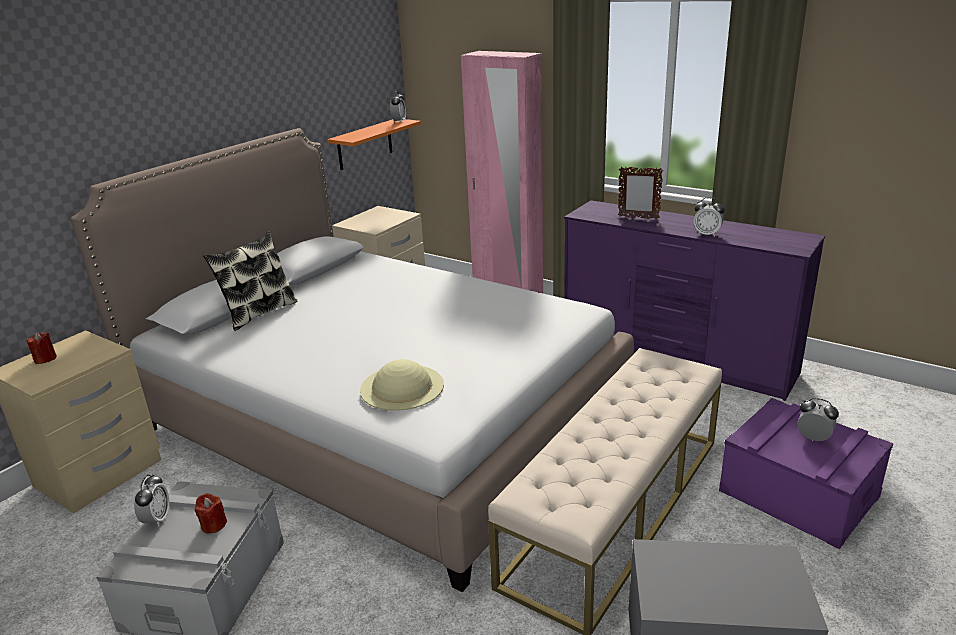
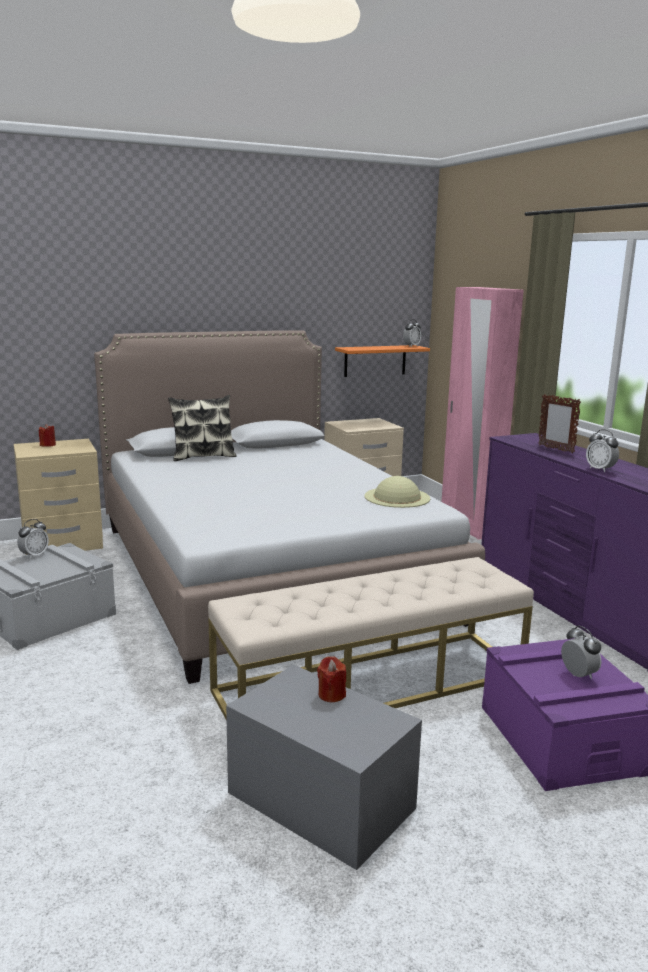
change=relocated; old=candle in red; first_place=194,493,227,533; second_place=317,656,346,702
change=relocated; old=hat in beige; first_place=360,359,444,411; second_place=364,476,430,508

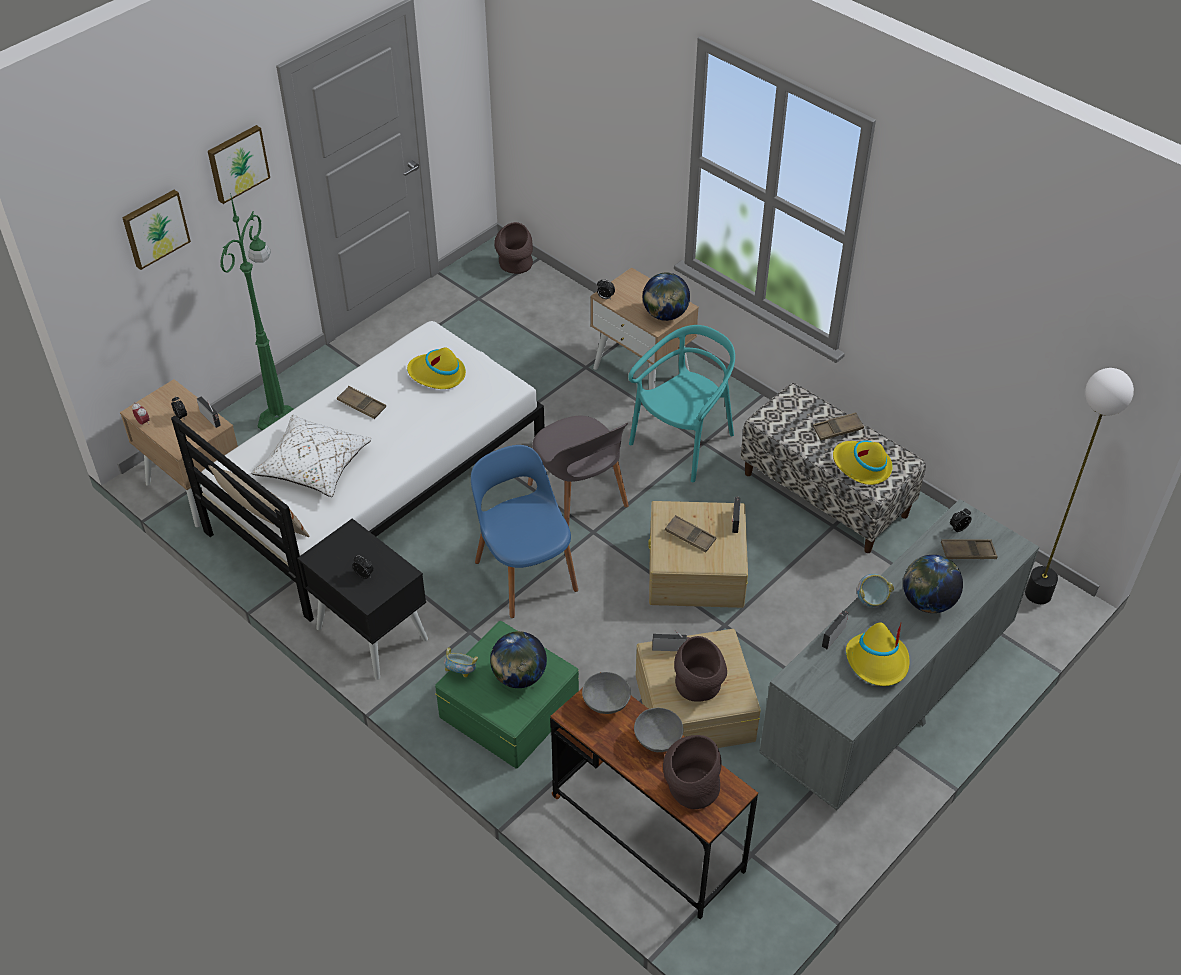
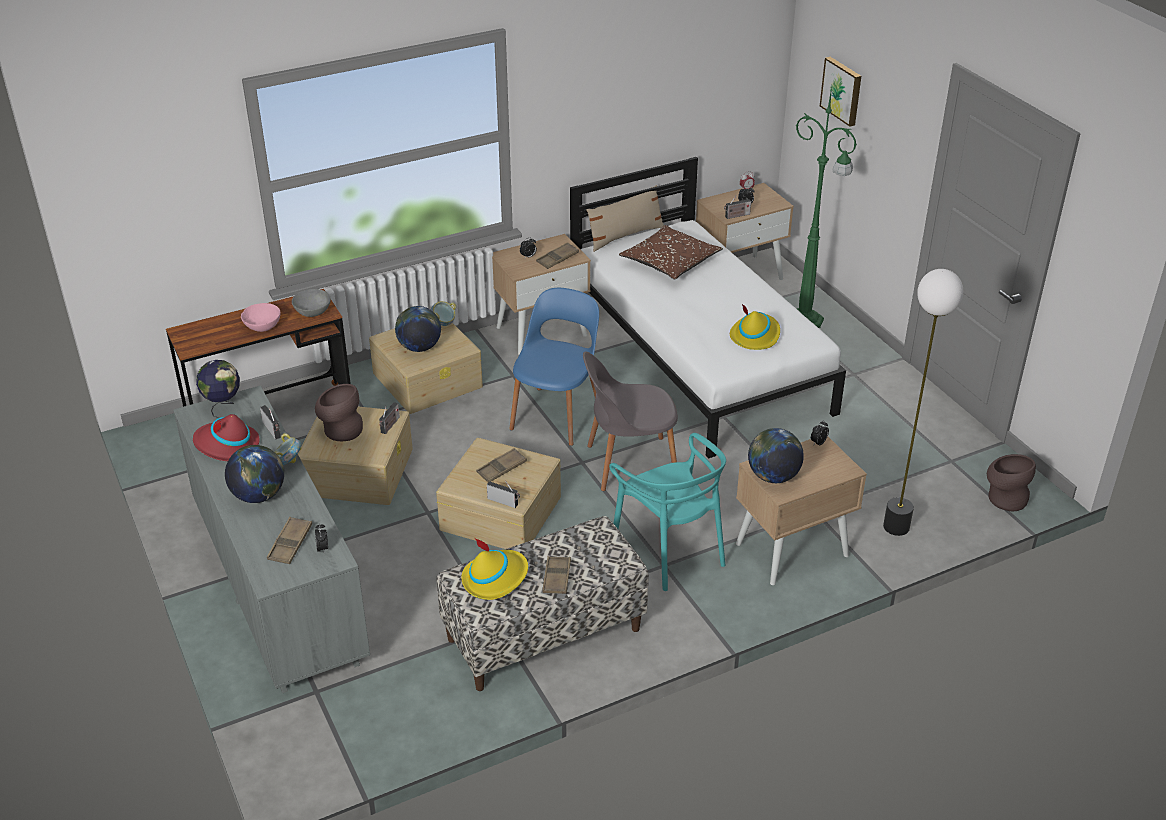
change=missing; old=wall picture; first_place=208,125,270,204
change=missing; old=flower vase in brown; first_place=663,735,722,809
change=appeared; new=world globe; second_place=196,360,240,418
change=relocated; old=tray in brown; first_place=337,386,386,419; second_place=536,242,579,269
change=relocated; old=floor lamp; first_place=1025,368,1134,604; second_place=883,269,963,536
change=colour; old=cushion in whitish; new=cushion in brown; first_place=251,415,372,497; second_place=619,225,723,279
change=colour; old=bedside table in black-coloured; new=bedside table in beige; first_place=297,518,428,680; second_place=492,234,591,355
change=colour; old=storage bin in green; new=storage bin in beige; first_place=435,621,579,769; second_place=369,323,483,414
change=colour; old=serving bowl in gray; new=serving bowl in pink-coloured; first_place=634,708,683,752; second_place=241,303,280,332
change=colour; old=hat in yellow-coloured; new=hat in red; first_place=846,622,910,686; second_place=193,414,260,461
change=spun; old=upright chair in blue; first_place=471,445,578,618; second_place=509,288,599,446; degrees=-60

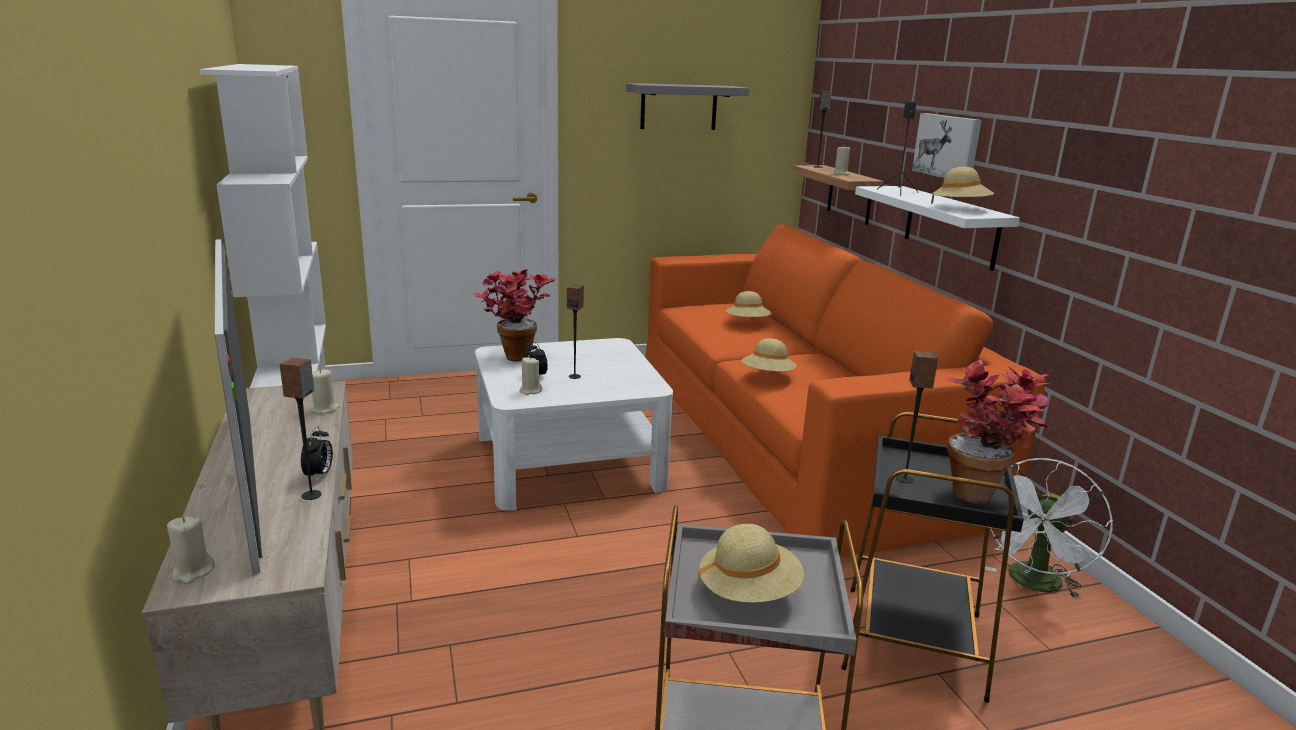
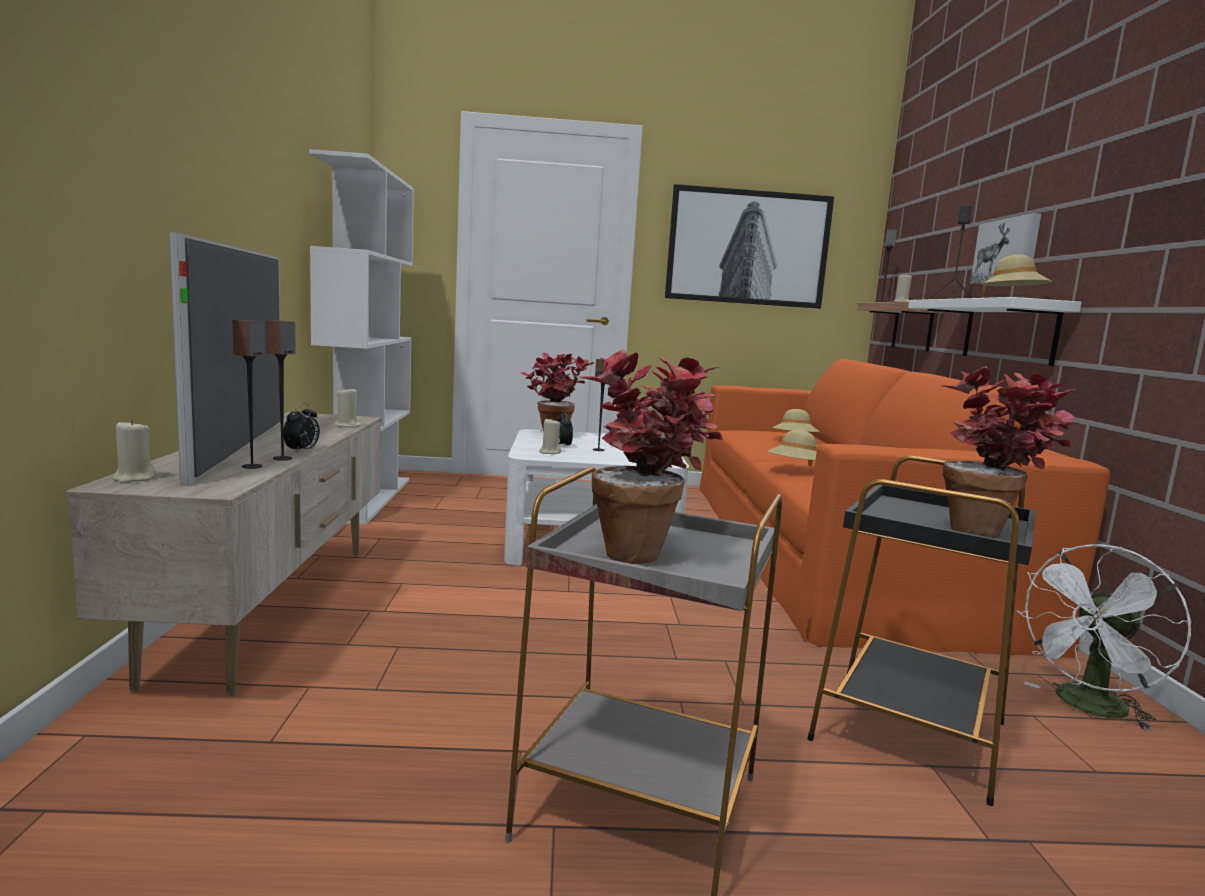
change=relocated; old=audio speaker; first_place=896,351,938,483; second_place=233,320,265,469
change=exchanged; old=bracket shelf in gray; new=wall picture; first_place=626,83,749,130; second_place=665,184,834,309
change=exchanged; old=hat in beige; new=plant in a pot; first_place=697,524,804,603; second_place=579,349,723,564

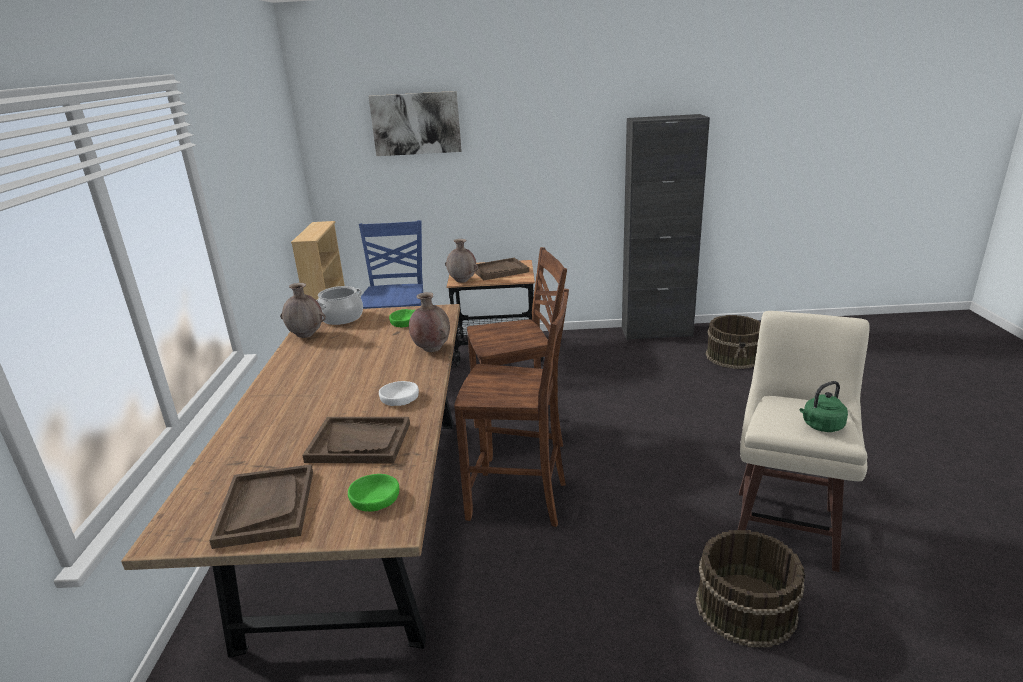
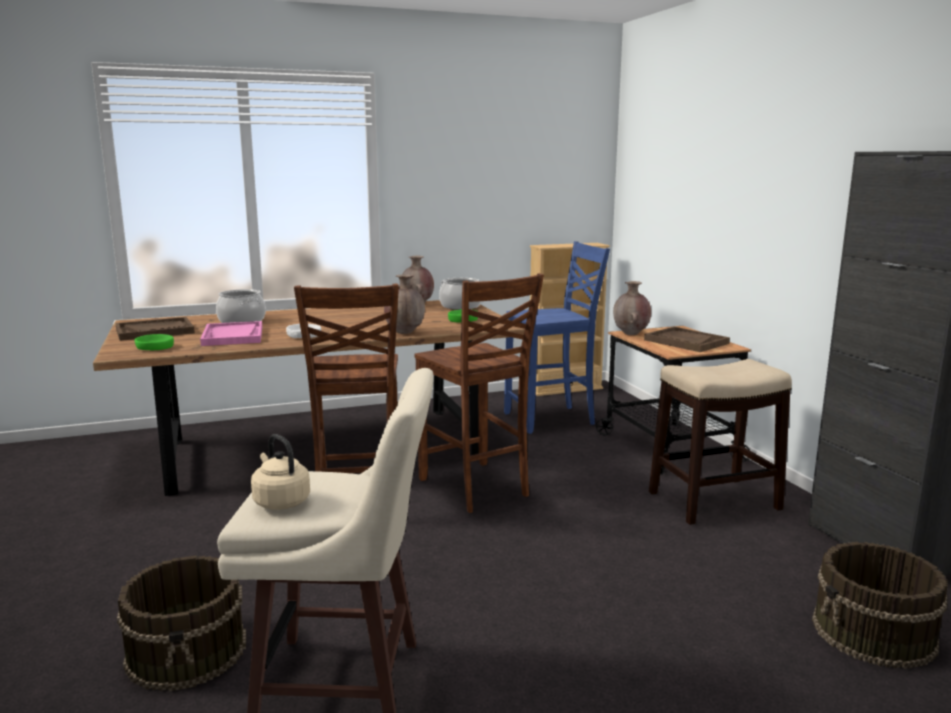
change=missing; old=wall picture; first_place=368,91,462,156
change=appeared; new=saucepot; second_place=216,289,266,323
change=appeared; new=stool; second_place=649,359,792,525
change=colour; old=tray in brown; new=tray in pink-coloured; first_place=302,417,410,464; second_place=200,321,262,346
change=colour; old=water kettle in green; new=water kettle in beige; first_place=800,381,848,432; second_place=251,434,310,510

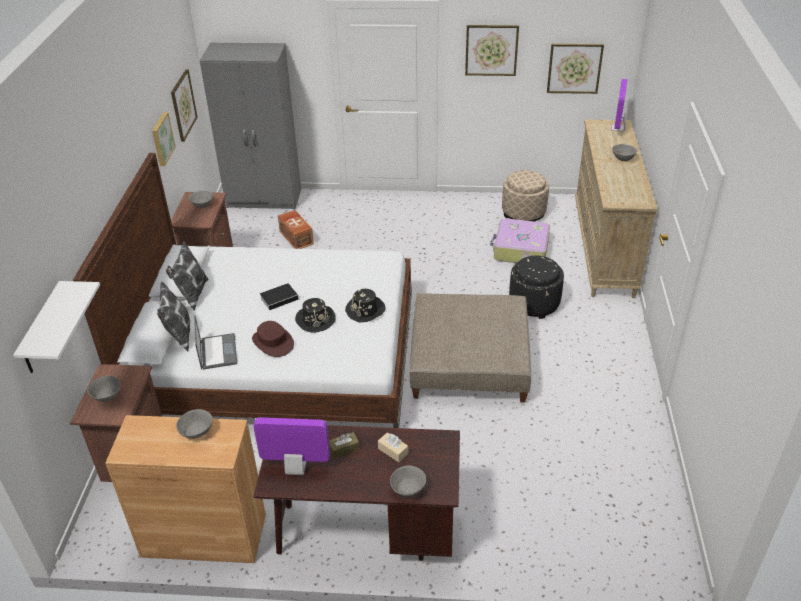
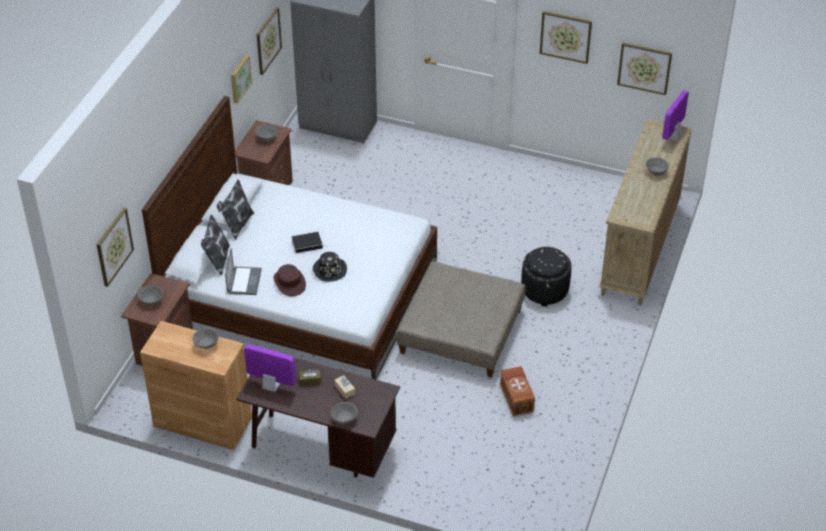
change=missing; old=hat in black-coloured; first_place=345,289,386,322
change=missing; old=suitcase; first_place=490,218,550,263
change=missing; old=pouffe in beige; first_place=502,170,549,222
change=relocated; old=storage bin in brown; first_place=278,210,314,249; second_place=500,366,535,417
change=exchanged; old=bracket shelf in whitish; new=wall picture; first_place=13,281,100,373; second_place=97,208,134,287

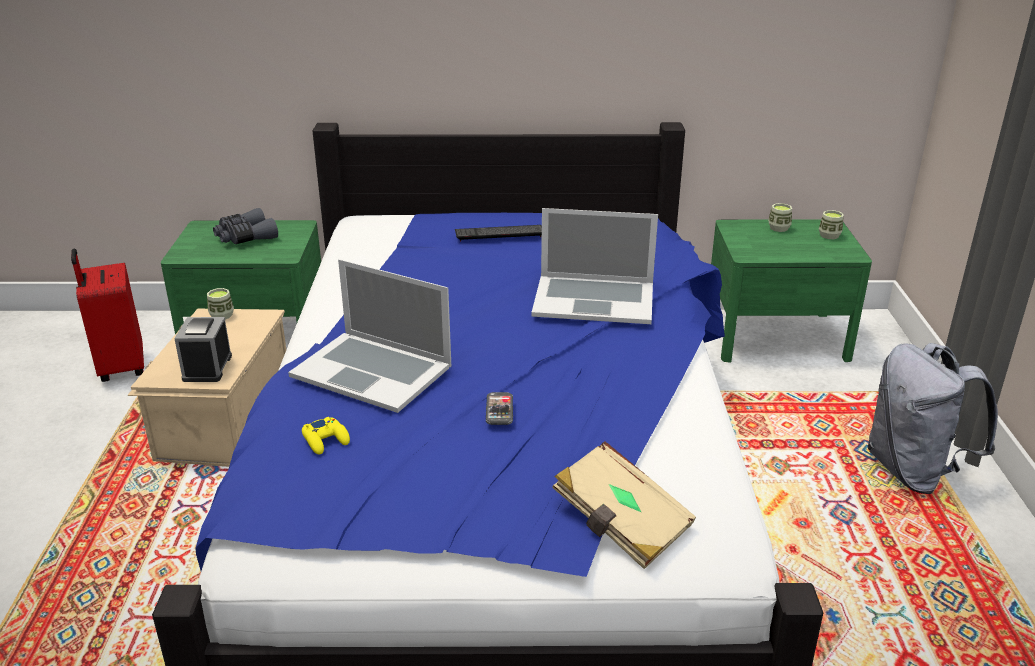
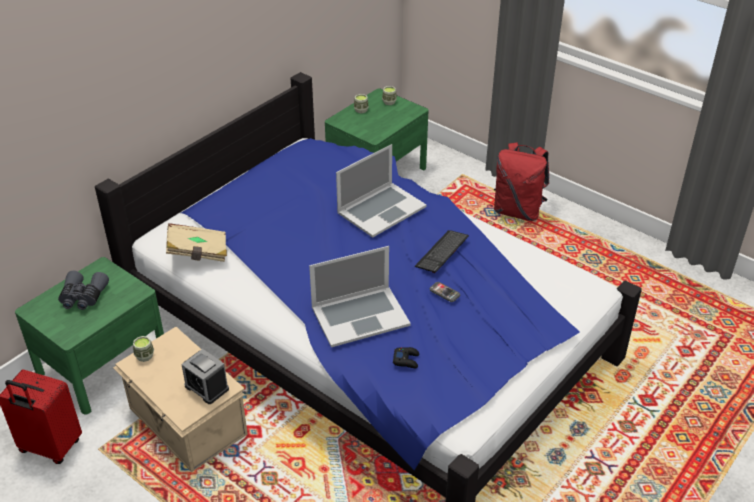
change=relocated; old=computer keyboard; first_place=455,225,542,241; second_place=414,230,469,273
change=relocated; old=book in beige; first_place=552,441,696,569; second_place=166,223,227,262
change=colour; old=gamepad in yellow-coloured; new=gamepad in black-coloured; first_place=302,417,350,455; second_place=393,347,419,368
change=colour; old=rucksack in gray; new=rucksack in red; first_place=868,343,998,494; second_place=494,143,549,221

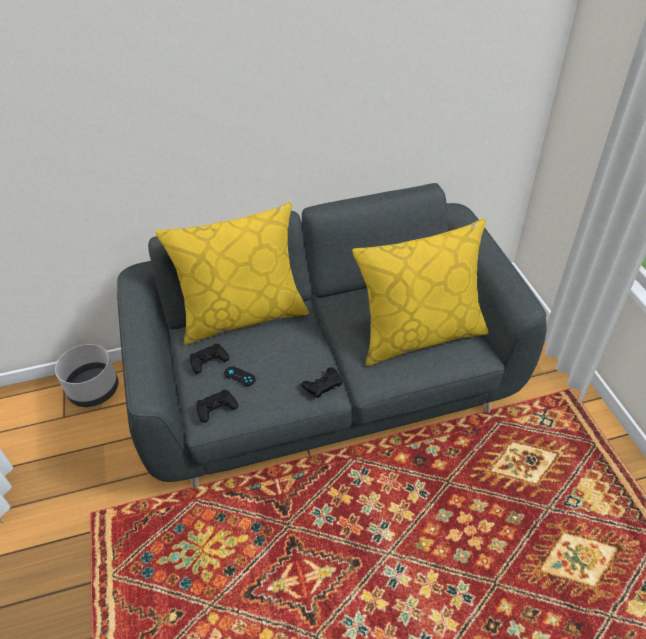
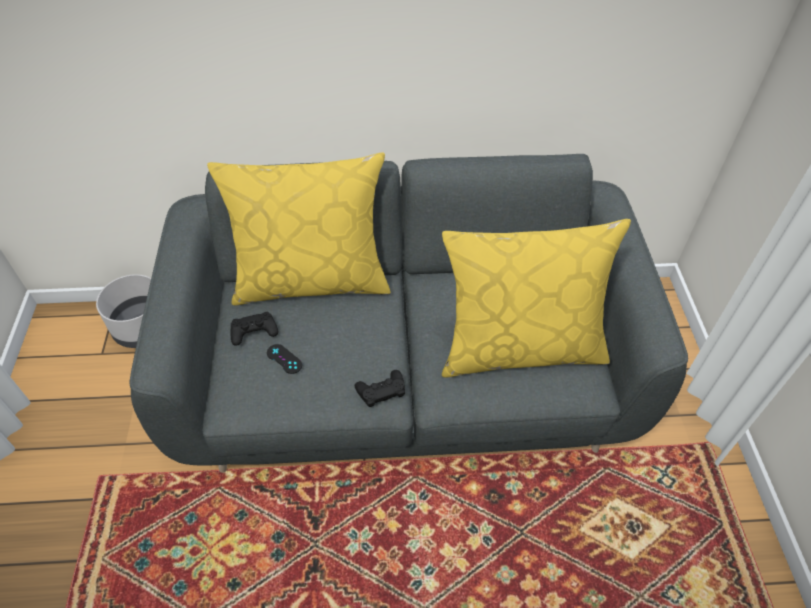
change=missing; old=gamepad in black-coloured; first_place=196,389,238,423

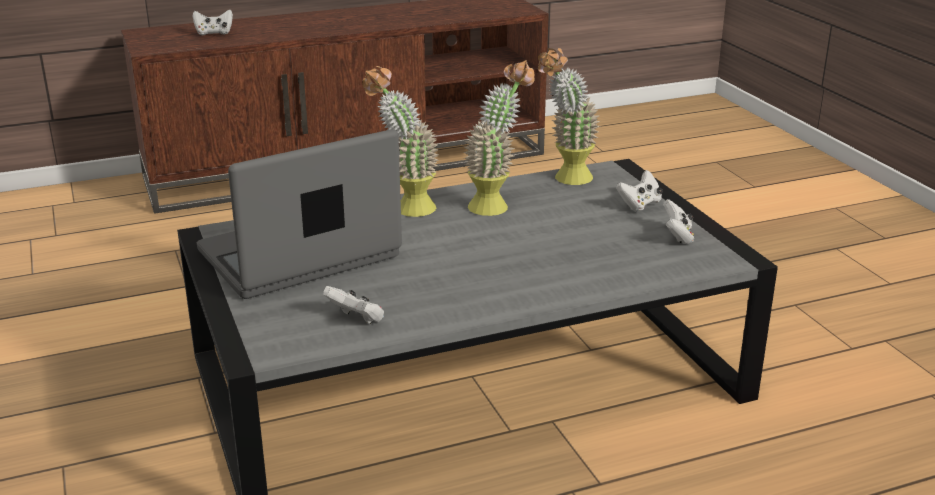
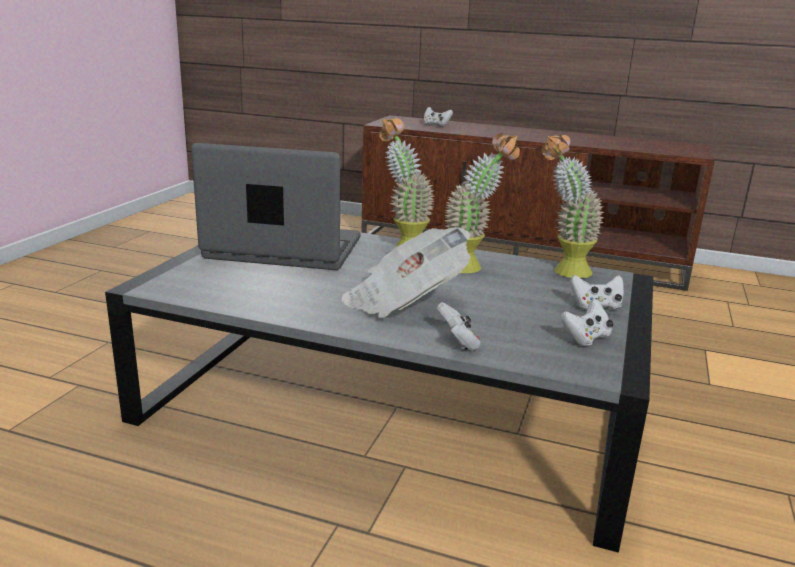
change=appeared; new=newspaper; second_place=341,227,471,318
change=relocated; old=gamepad in whitish; first_place=323,286,384,324; second_place=437,302,481,351

